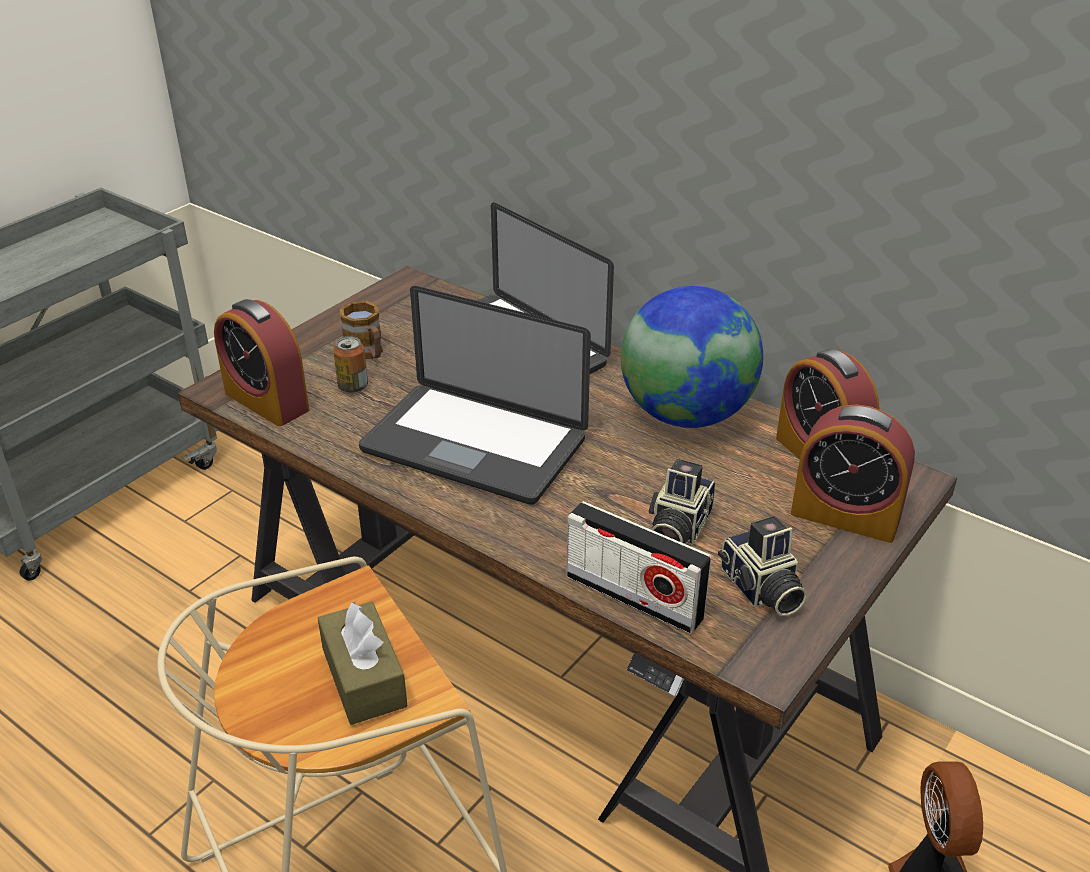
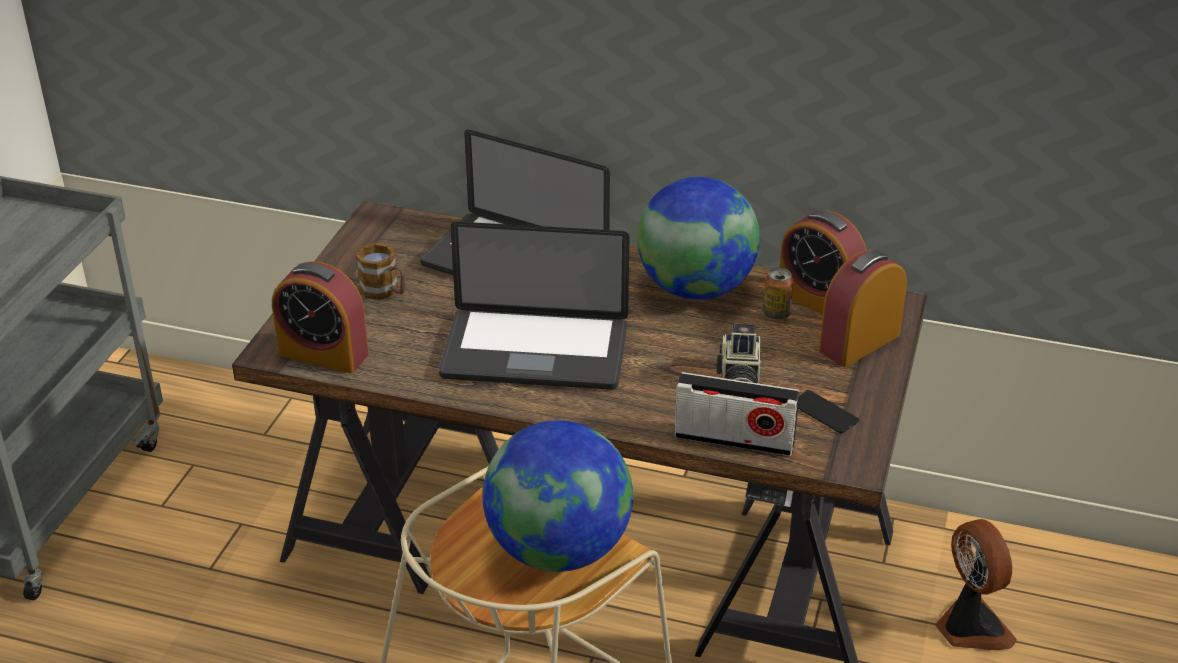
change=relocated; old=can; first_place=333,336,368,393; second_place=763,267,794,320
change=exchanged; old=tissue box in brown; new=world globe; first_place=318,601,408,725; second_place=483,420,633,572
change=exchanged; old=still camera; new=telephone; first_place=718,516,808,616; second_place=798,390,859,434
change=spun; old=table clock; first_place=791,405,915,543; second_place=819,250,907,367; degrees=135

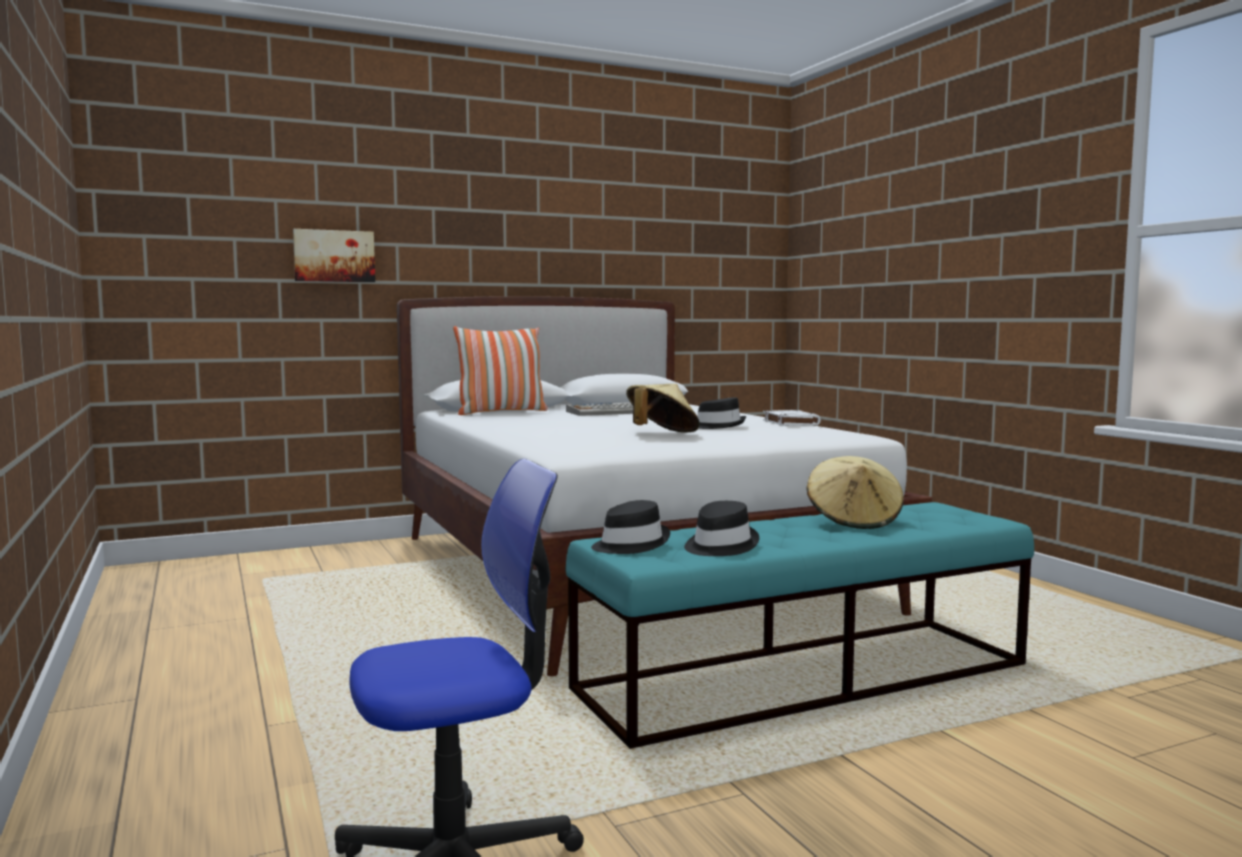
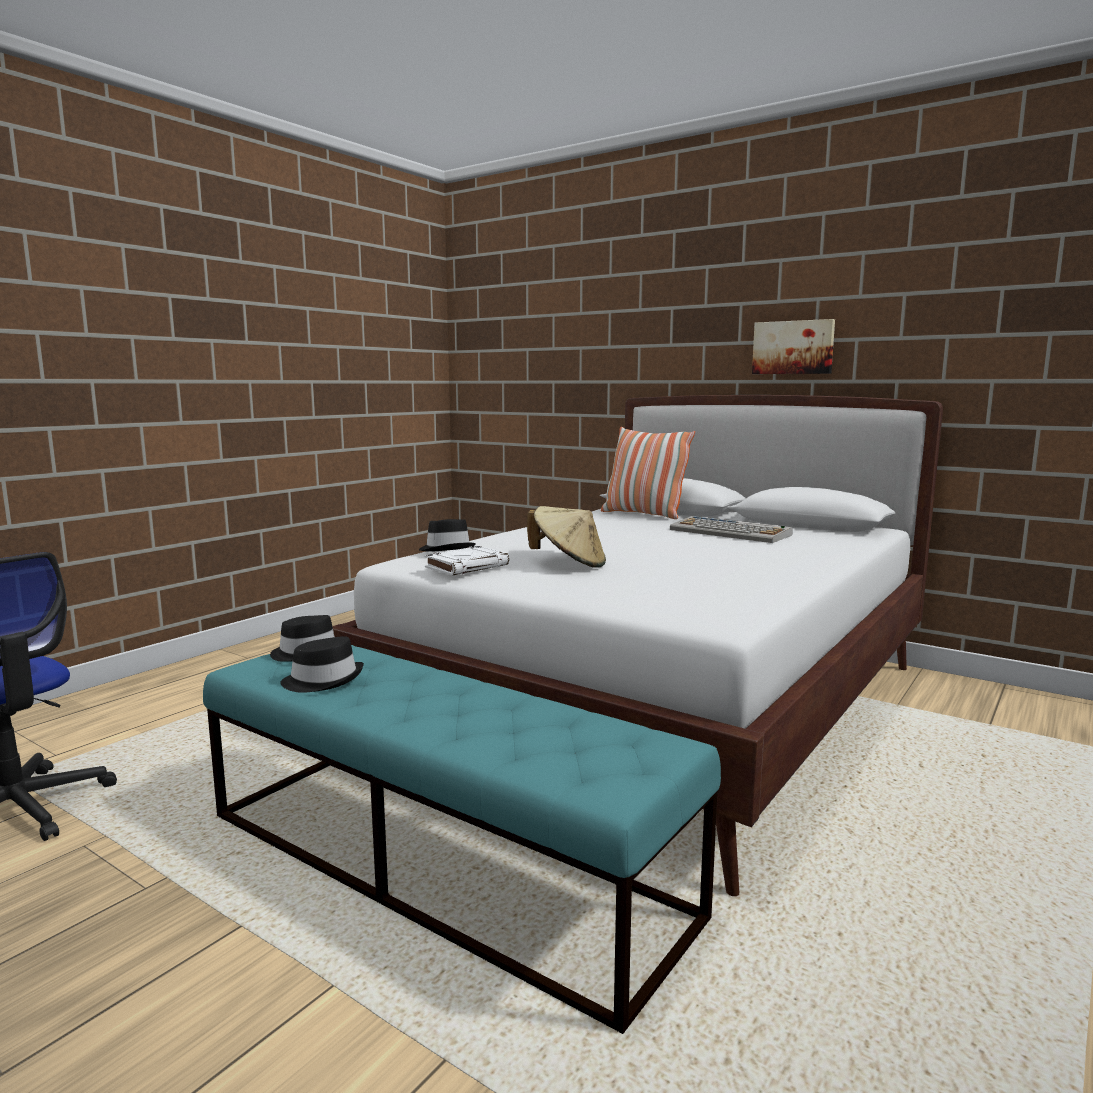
change=missing; old=hat in beige; first_place=807,456,904,529
change=relocated; old=wall picture; first_place=293,229,375,282; second_place=752,319,835,374
change=relocated; old=hat in black-coloured; first_place=697,397,746,429; second_place=419,519,476,552
change=relocated; old=book in whitish; first_place=763,410,821,426; second_place=424,546,509,575

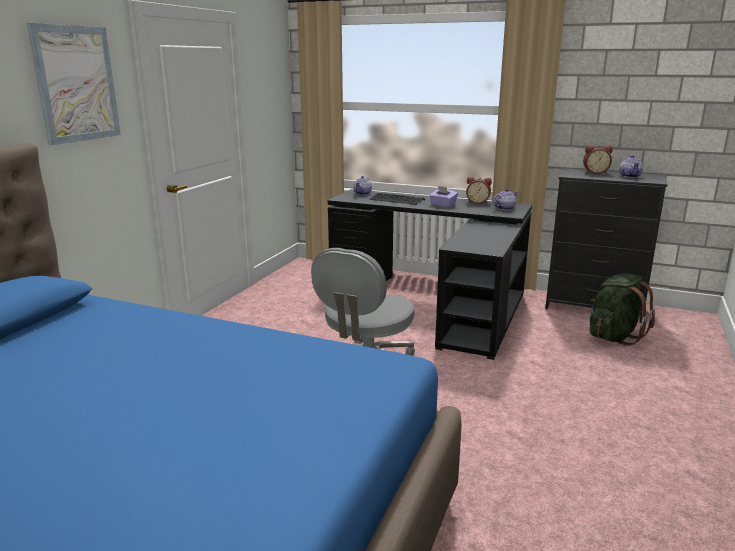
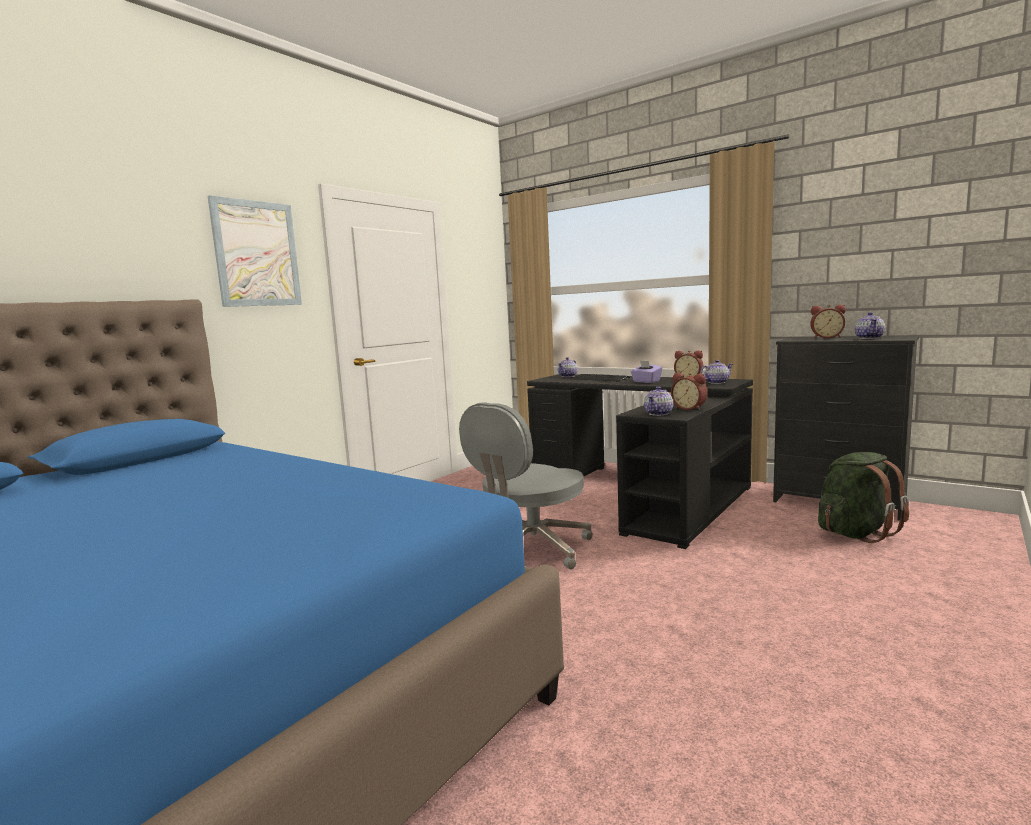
change=appeared; new=pot for tea; second_place=644,386,673,416
change=appeared; new=table clock; second_place=671,373,708,410

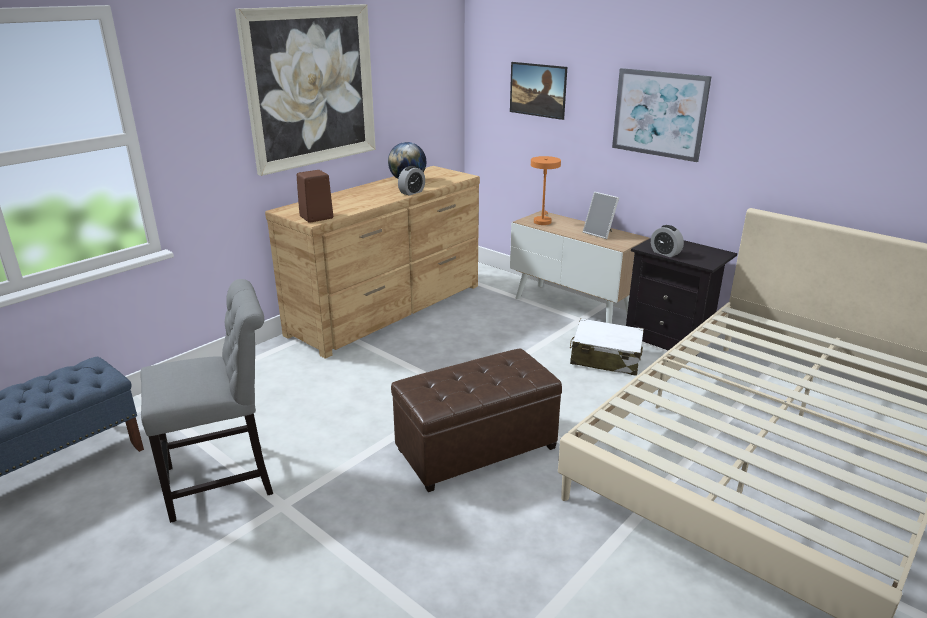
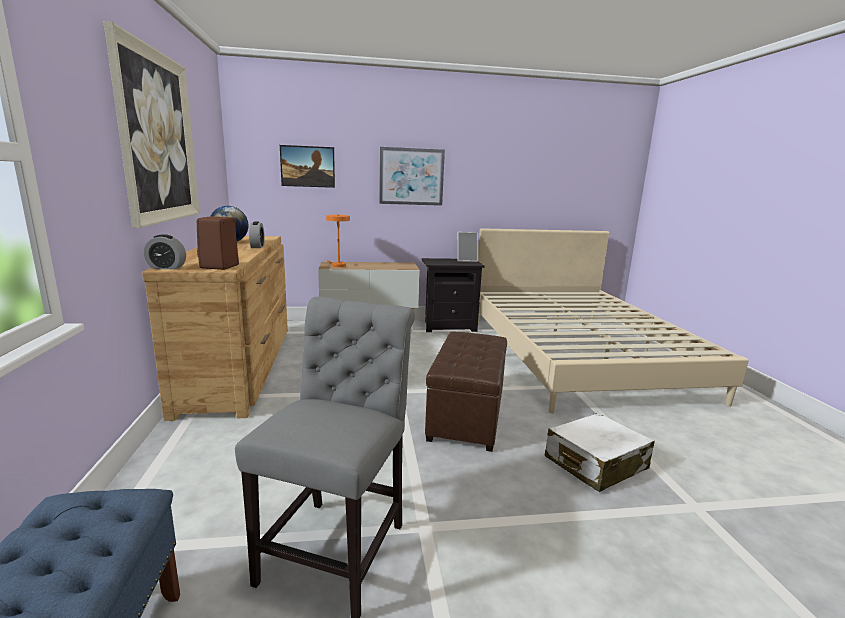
change=relocated; old=suitcase in whitish; first_place=570,318,644,376; second_place=545,413,655,492
change=relocated; old=picture frame; first_place=583,192,619,239; second_place=458,232,478,262
change=relocated; old=table clock; first_place=651,225,684,257; second_place=144,234,186,270

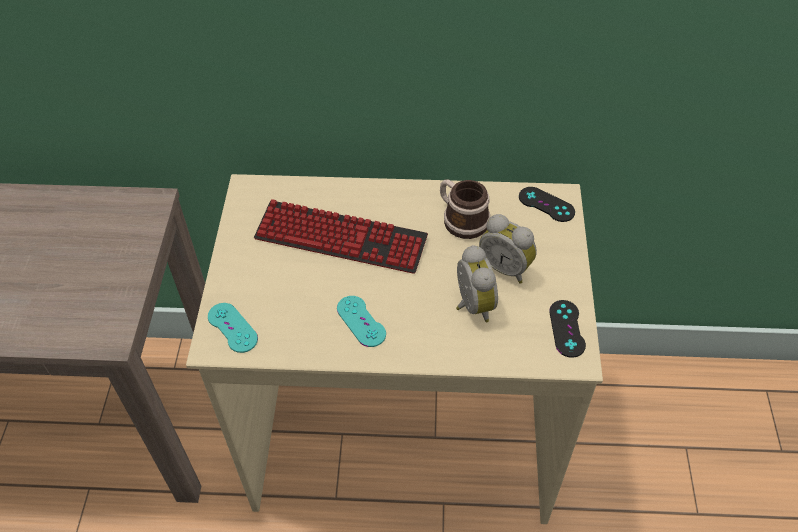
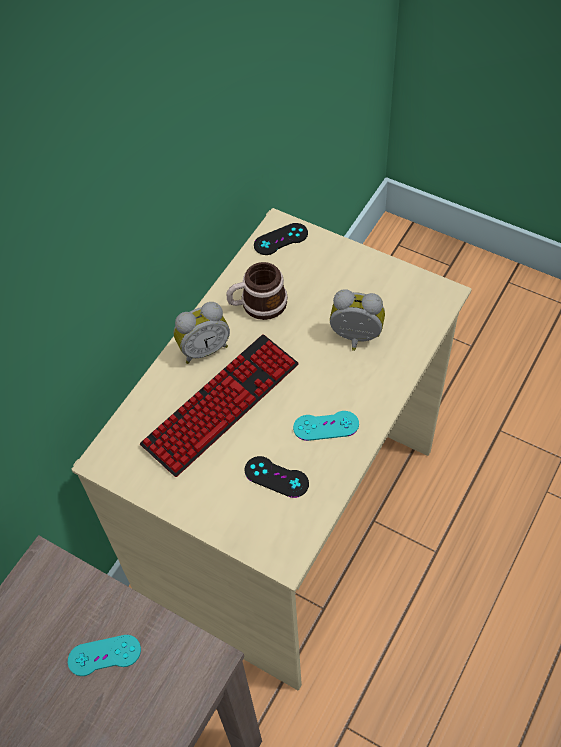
change=relocated; old=gamepad in turquoise-coloured; first_place=208,303,258,353; second_place=68,635,141,676
change=relocated; old=table clock; first_place=479,214,537,284; second_place=173,302,230,364
change=relocated; old=gamepad in black-coloured; first_place=549,300,586,358; second_place=244,456,309,498

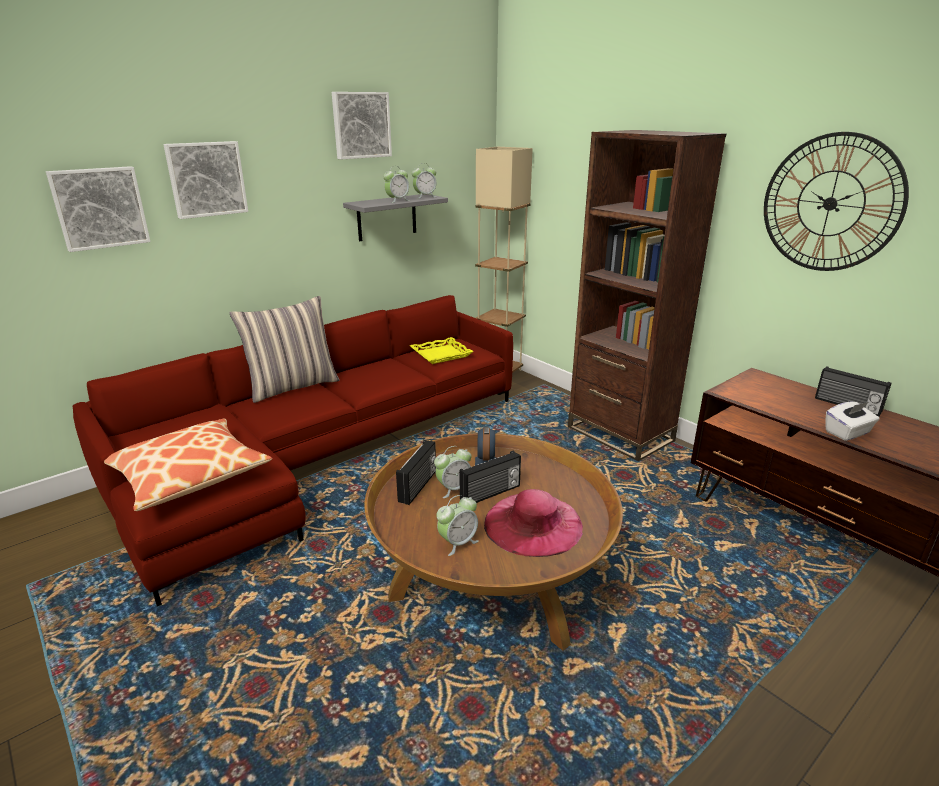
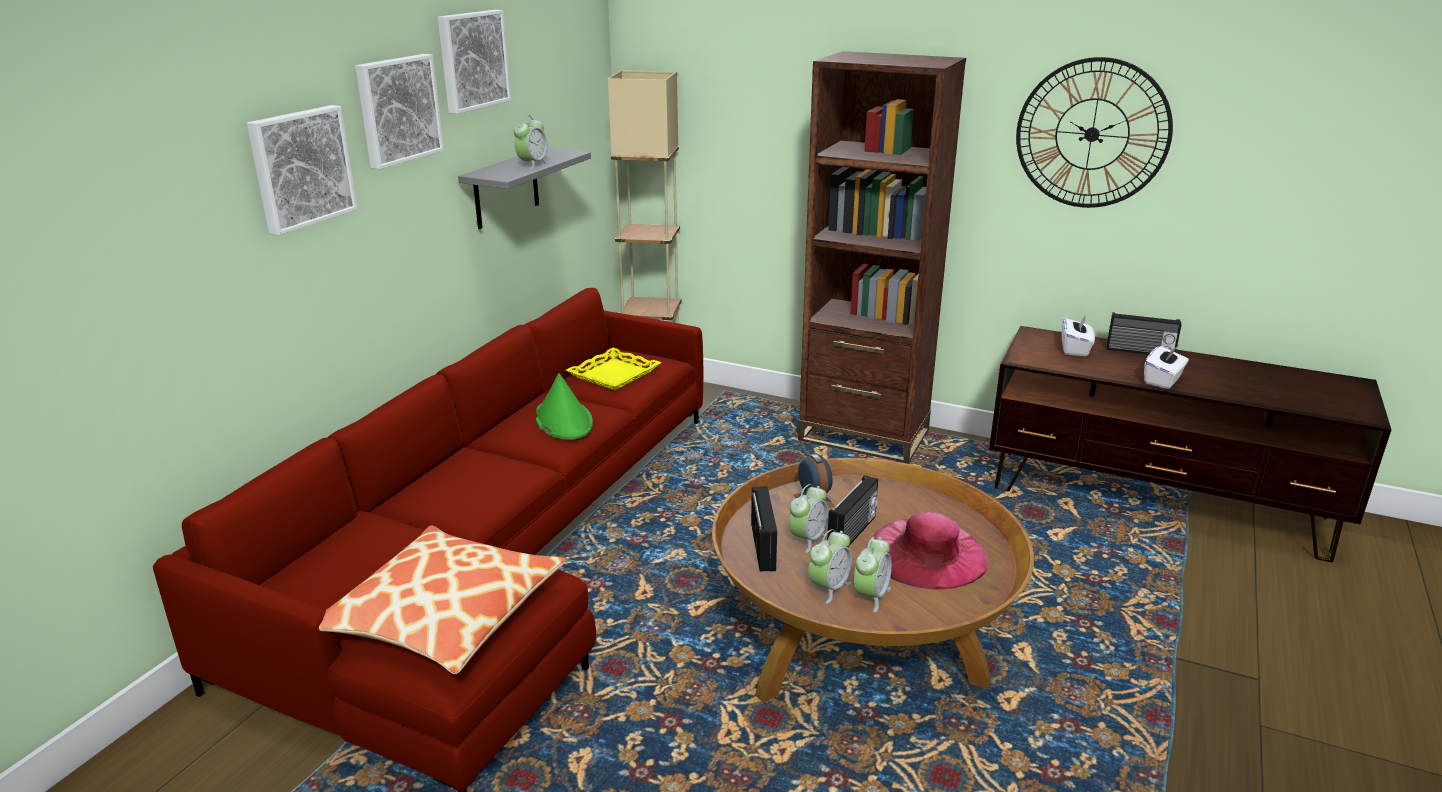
change=missing; old=cushion; first_place=230,296,340,403
change=appeared; new=hat in green; second_place=535,373,593,440
change=appeared; new=tissue box in whitish; second_place=1062,314,1095,356
change=relocated; old=wall picture; first_place=46,166,150,252; second_place=355,54,444,169
change=relocated; old=table clock; first_place=411,163,436,198; second_place=809,529,852,604

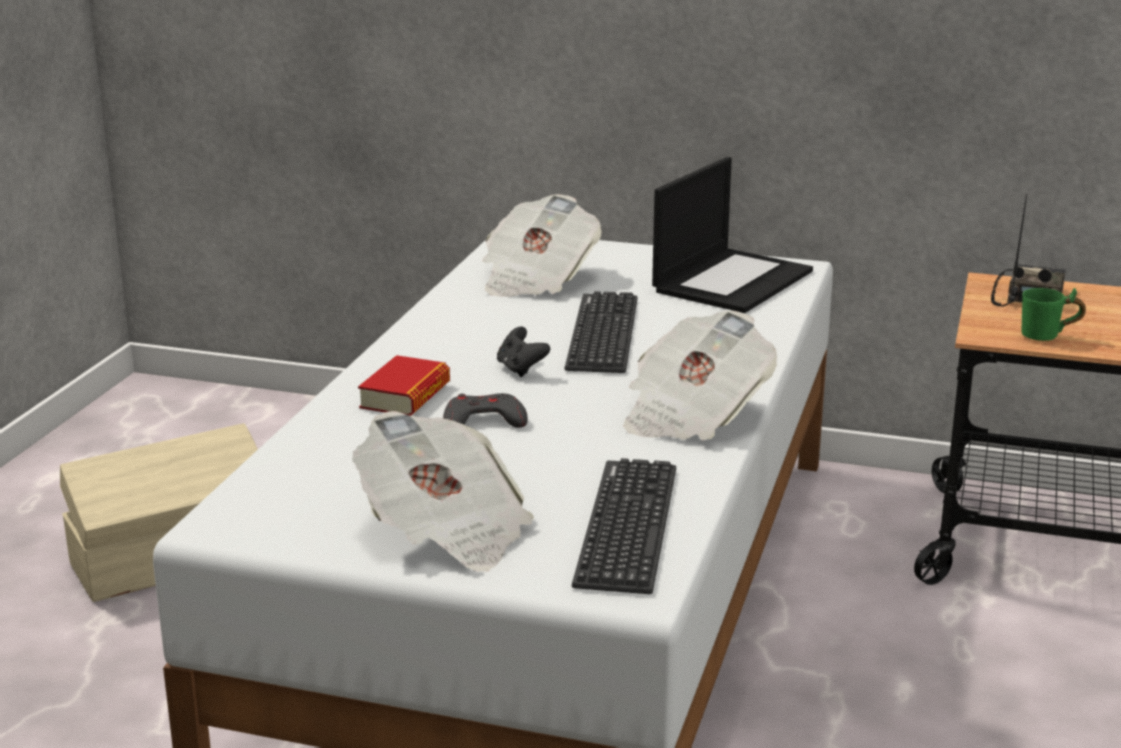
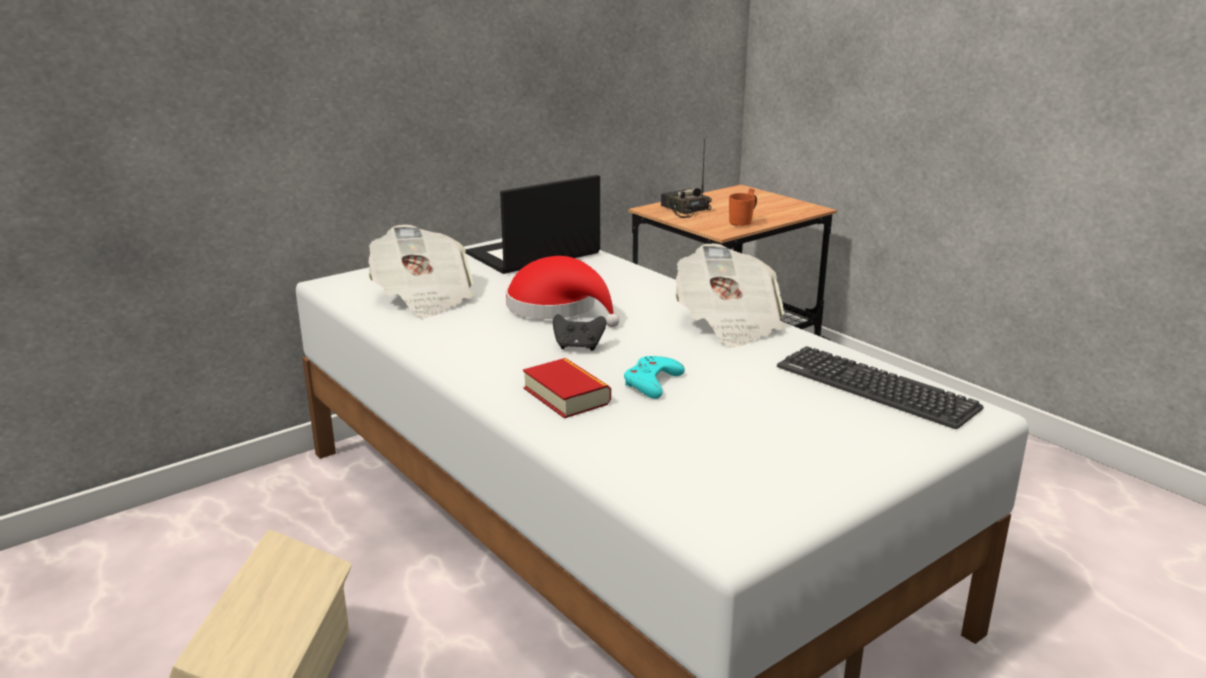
change=missing; old=newspaper; first_place=352,411,534,571
change=exchanged; old=computer keyboard; new=hat in red; first_place=565,291,637,373; second_place=506,256,620,327
change=colour; old=gamepad in gray; new=gamepad in turquoise-coloured; first_place=443,393,528,428; second_place=624,356,685,399
change=colour; old=mug in green; new=mug in orangey; first_place=1022,288,1086,341; second_place=729,188,757,226
change=spun; old=portable computer; first_place=652,157,813,313; second_place=465,175,600,274; degrees=-105

